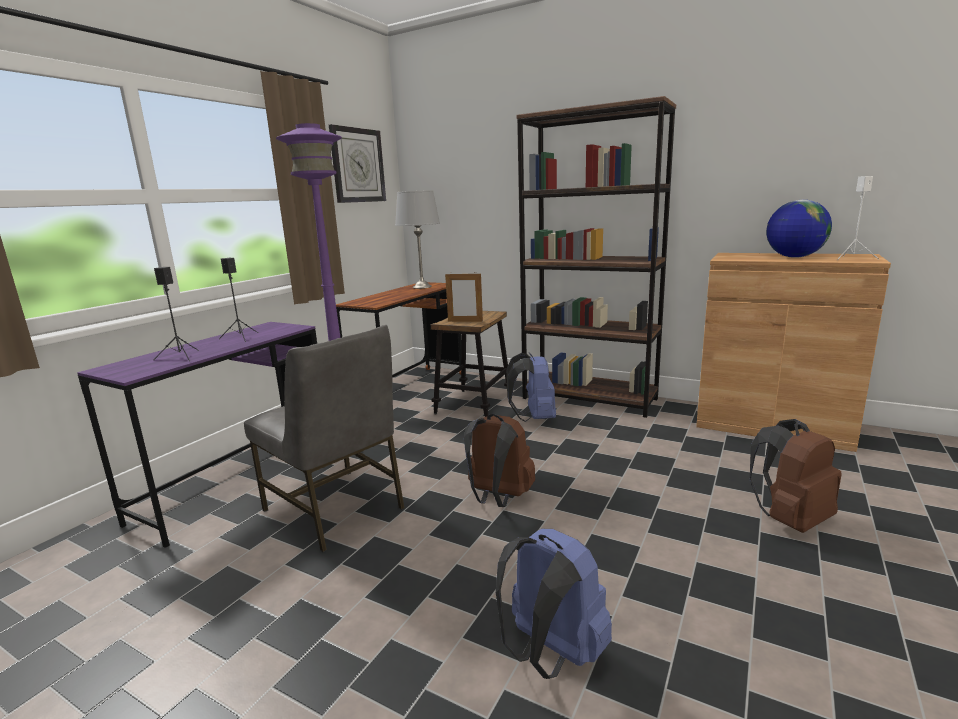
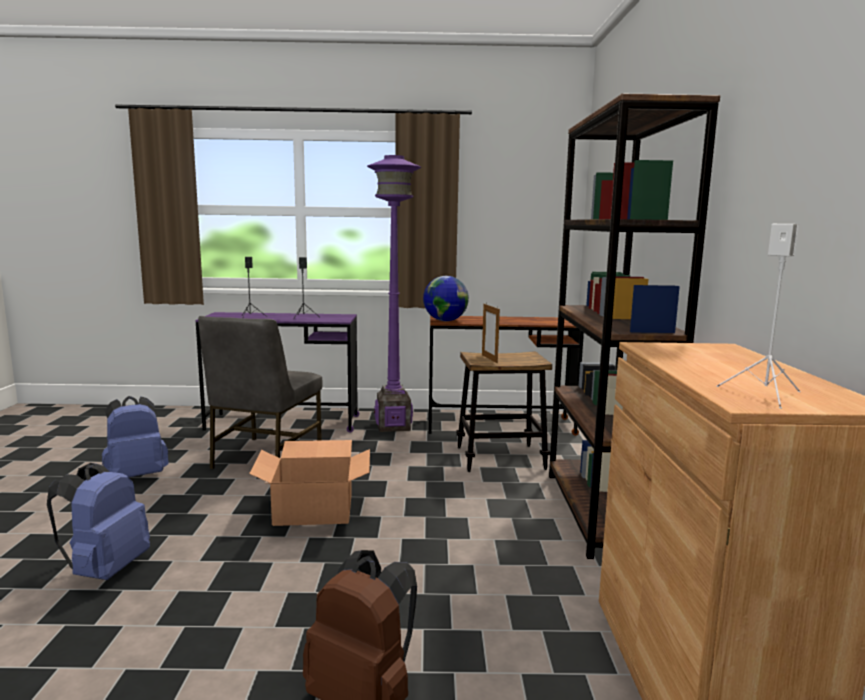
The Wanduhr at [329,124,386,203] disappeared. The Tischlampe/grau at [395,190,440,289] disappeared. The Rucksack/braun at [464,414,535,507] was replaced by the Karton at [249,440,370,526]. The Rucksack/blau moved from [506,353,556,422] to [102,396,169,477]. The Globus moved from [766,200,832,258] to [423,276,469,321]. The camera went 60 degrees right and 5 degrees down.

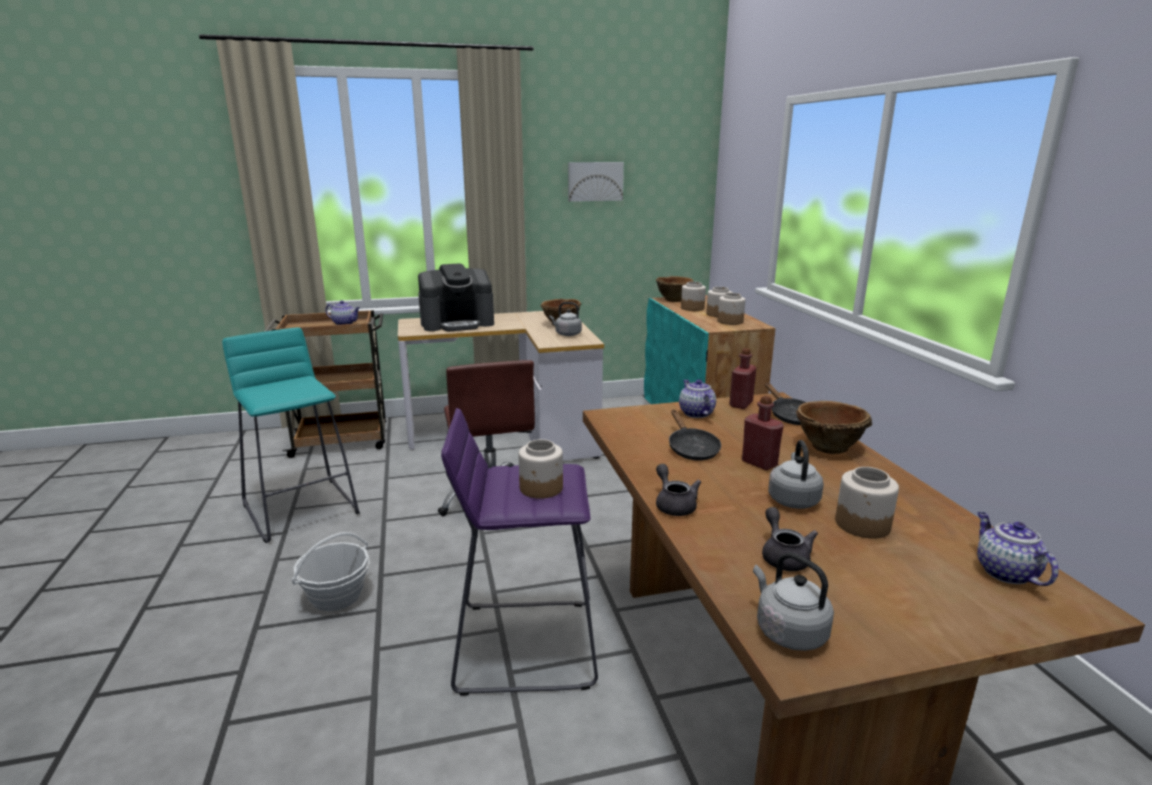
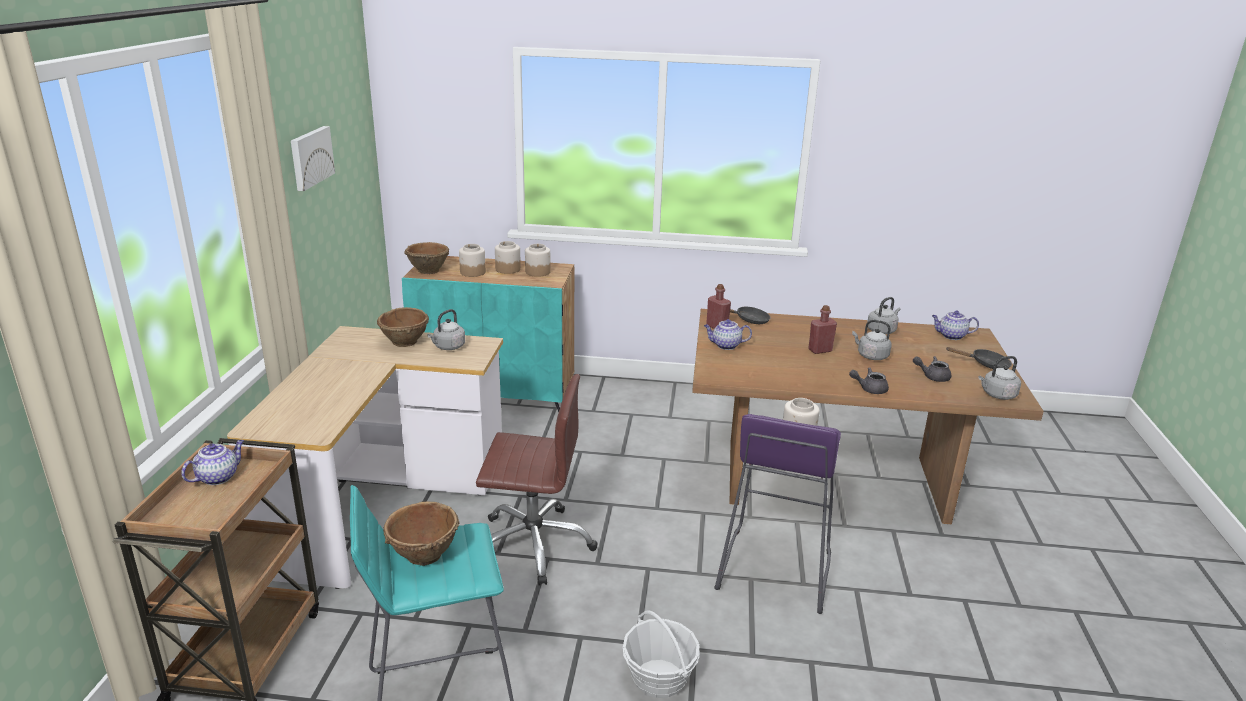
The Kaffeemaschine at [418,263,494,331] disappeared. The Pfanne/schwarz moved from [669,410,721,461] to [946,347,1012,369]. The Schüssel/braun moved from [796,401,872,454] to [383,501,460,566]. The Vorratsglas at [835,467,899,539] disappeared. The Wasserkessel/grau at [867,297,900,334] appeared. The camera went 70 degrees left and 5 degrees up.

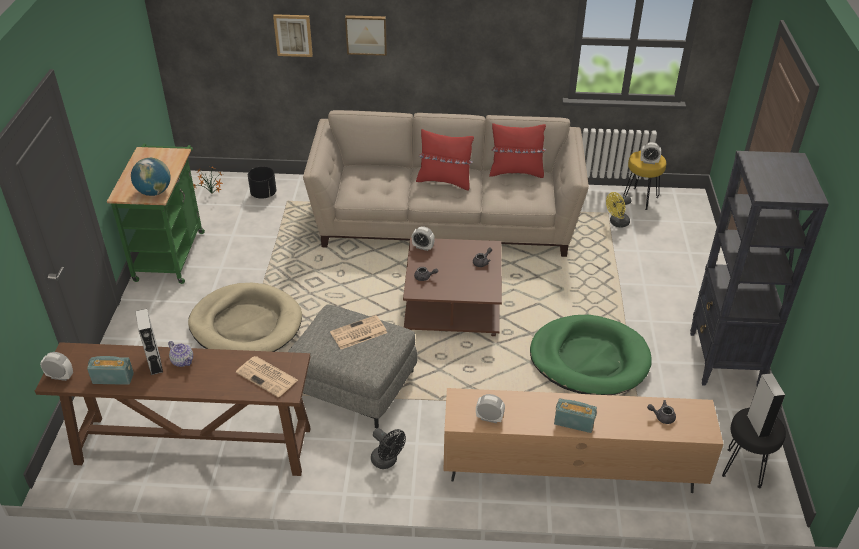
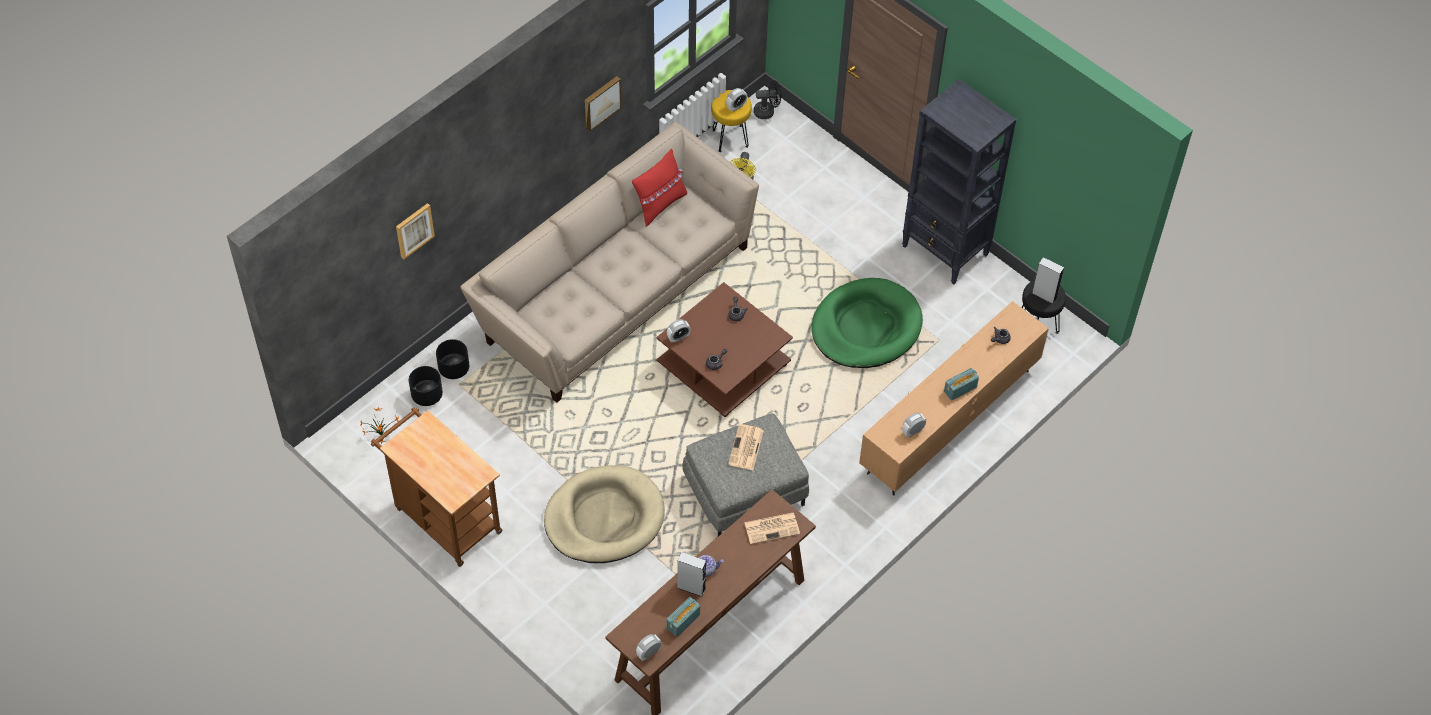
The Rollwagen/grün at [107,144,205,284] became the Rollwagen/braun at [371,407,502,567]. The Globus at [131,158,171,196] disappeared. The Bild moved from [345,15,387,56] to [585,76,621,131]. The Ventilator/schwarz moved from [371,428,406,469] to [754,80,782,119]. The Kissen/rot at [416,129,474,190] disappeared. The Pflanzkübel/schwarz at [436,339,469,379] appeared. The camera went 50 degrees left and 15 degrees up.

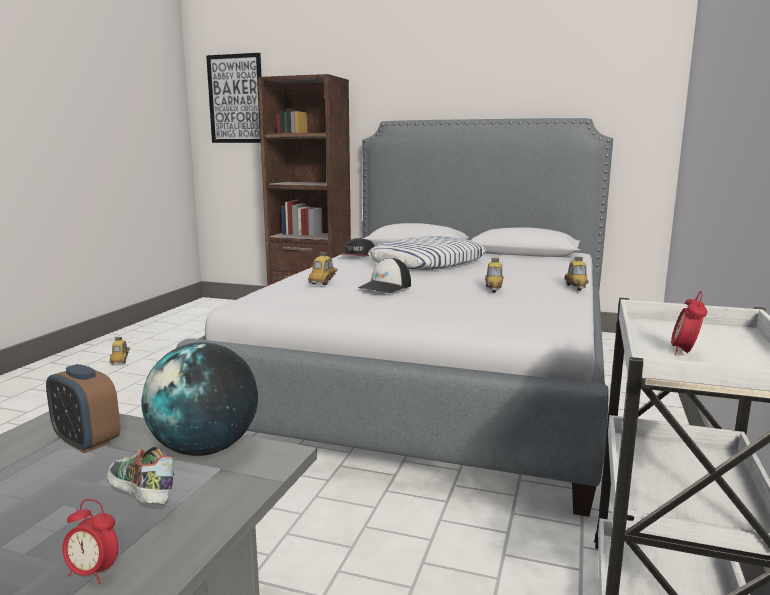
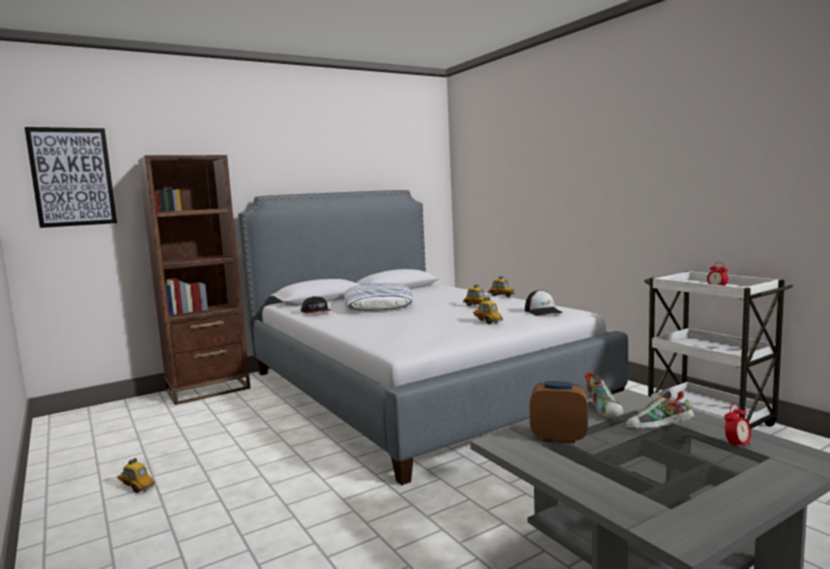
The Wecker at [46,364,120,453] turned 150 degrees counterclockwise. The Globus at [141,342,258,456] was replaced by the Schuh at [585,371,624,419]. The Spielzeugauto moved from [308,252,337,285] to [473,297,503,324]. The Kappe moved from [358,258,411,293] to [525,290,563,316]. The camera went 50 degrees left and 5 degrees down.

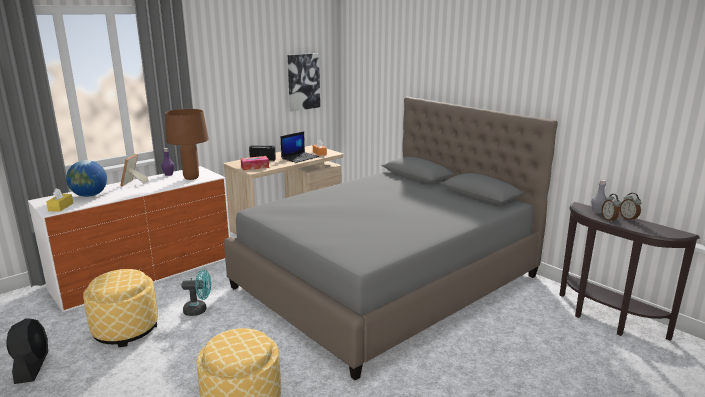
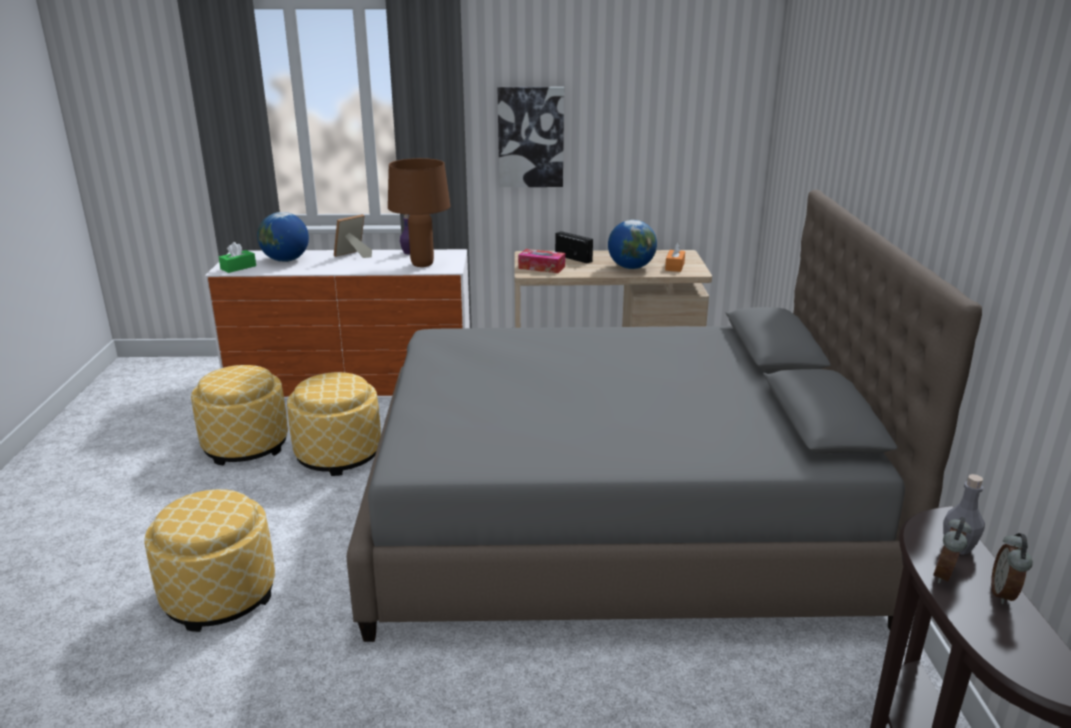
The Ventilator/schwarz at [6,318,48,384] disappeared. The Taschentuchbox/gelb at [46,188,73,212] became the Taschentuchbox/grün at [219,242,256,273]. The Ventilator/türkis at [182,270,211,316] was replaced by the Polsterhocker at [287,372,381,476]. The Laptop at [281,132,319,163] was replaced by the Globus at [608,220,657,269]. The Bild moved from [288,53,320,111] to [498,87,564,187]. The camera went 40 degrees right and 5 degrees up.

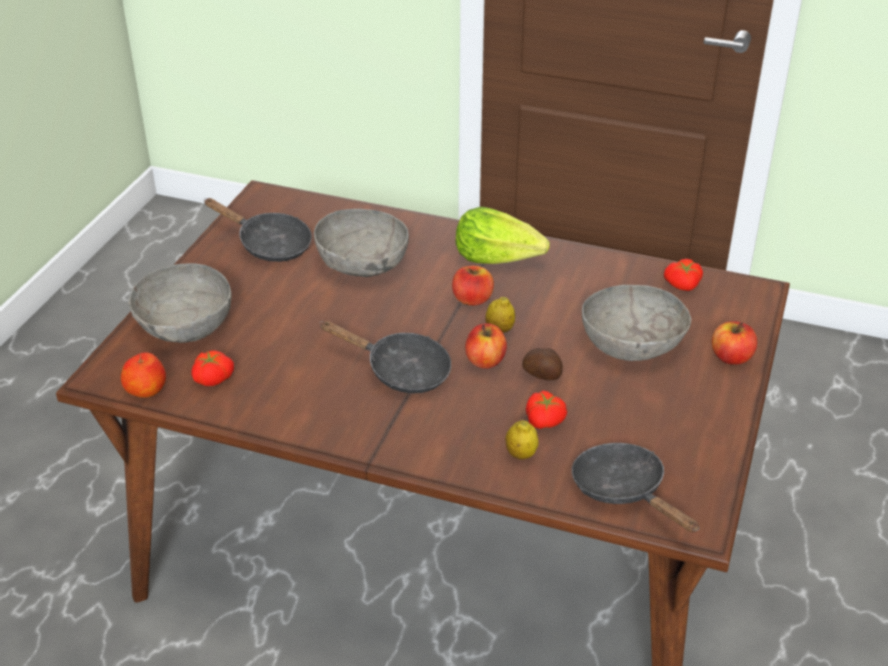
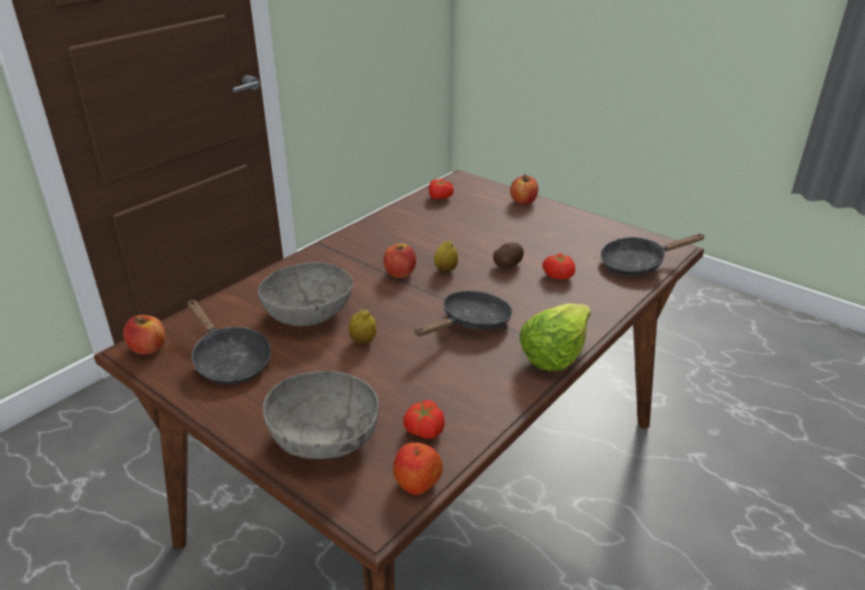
The Pfanne/schwarz at [204,198,312,262] turned 90 degrees clockwise. The Salatkopf moved from [456,207,550,264] to [520,304,591,371]. The Apfel moved from [465,323,507,369] to [123,315,165,355]. The Zitrone moved from [505,420,539,460] to [349,309,376,344]. The Schüssel/grau at [582,285,691,361] disappeared. The camera went 70 degrees left and 5 degrees down.

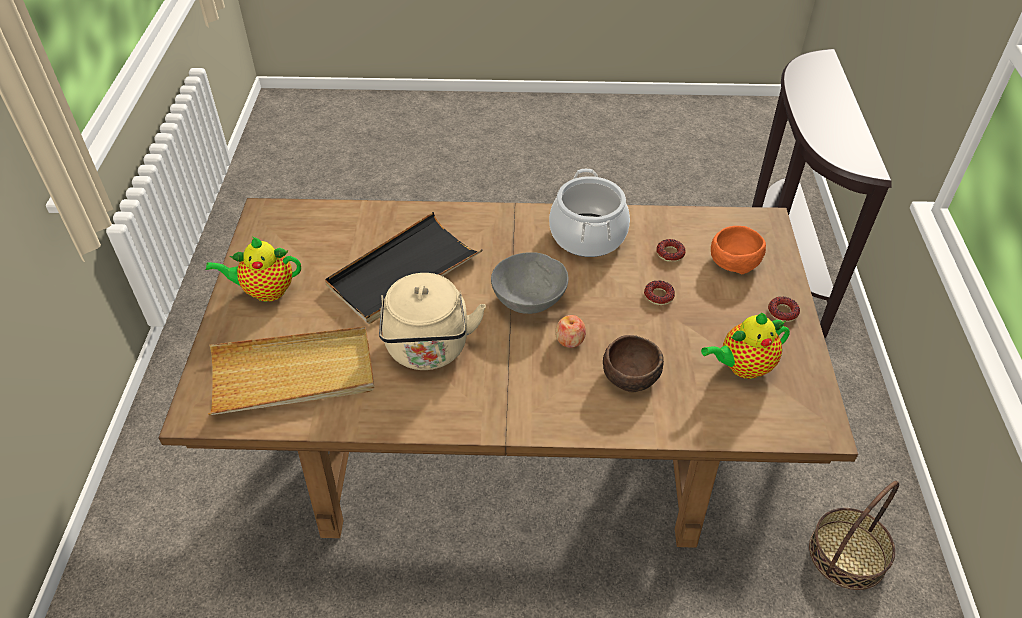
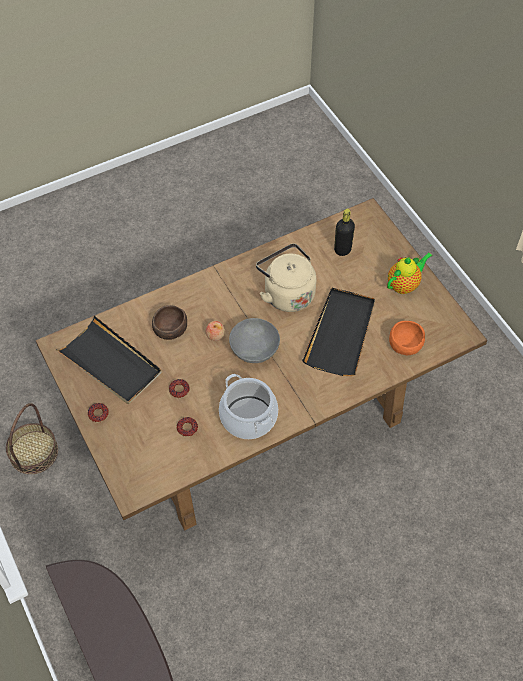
The Tablett/beige at [208,326,374,415] was replaced by the Flasche/schwarz at [334,209,355,256]. The Teekanne at [701,313,790,379] was replaced by the Tablett/schwarz at [56,315,162,404]. The Schüssel/orange moved from [711,226,766,274] to [389,321,425,356]. The camera went 150 degrees right and 10 degrees up.

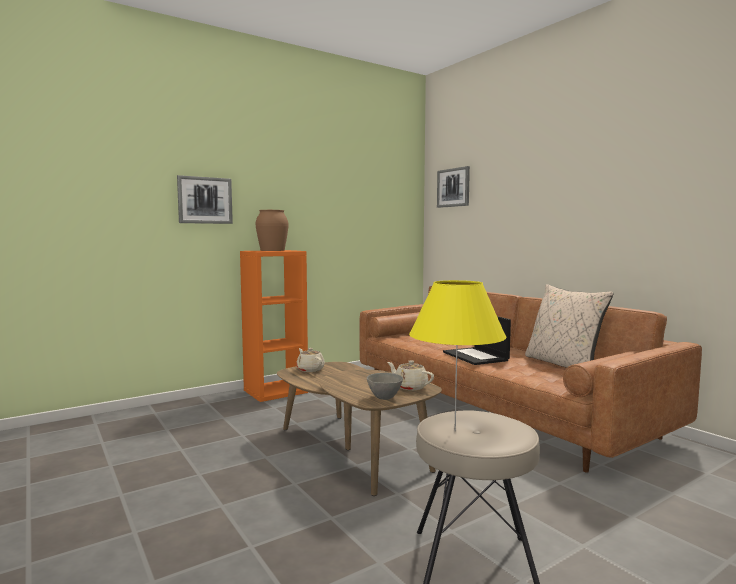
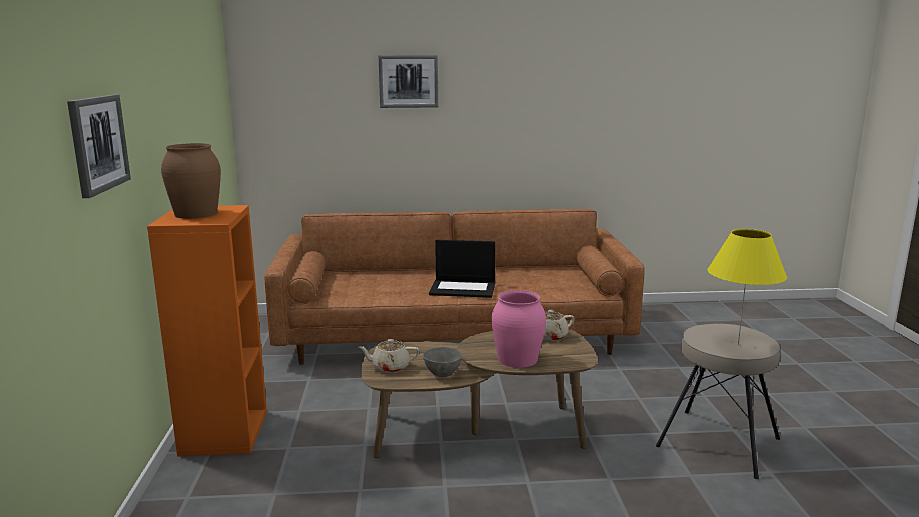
The Schüssel/grau moved from [367,373,403,400] to [423,347,463,377]. The Bild moved from [437,166,470,208] to [379,55,438,108]. The Kissen/beige at [525,284,613,368] disappeared. The Vase/rosa at [492,290,546,368] appeared. The camera went 60 degrees left and 10 degrees up.

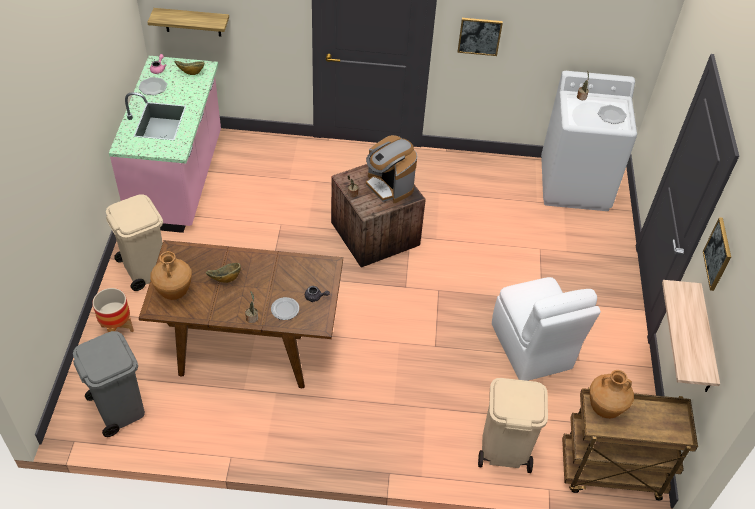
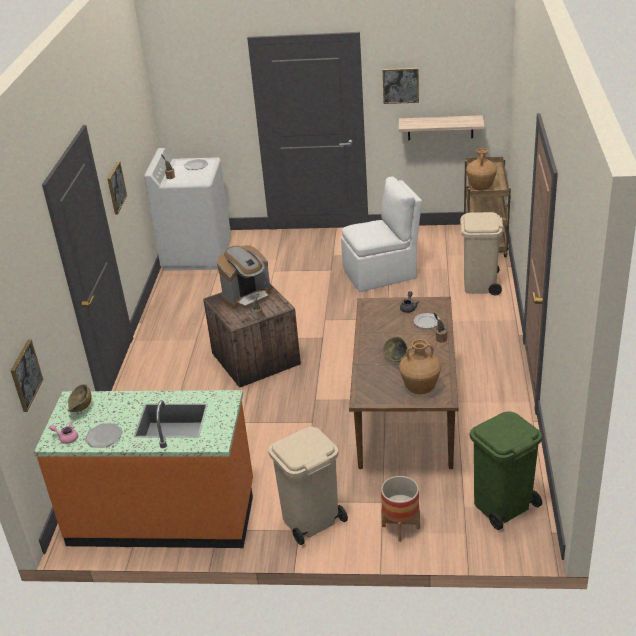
The Mülleimer/grau at [73,331,145,437] became the Mülleimer/grün at [470,411,542,530]. The Küchenzeile/rosa at [109,56,221,233] became the Küchenzeile/orange at [34,390,253,548]. The Wandregal at [147,8,229,37] was replaced by the Bild at [11,339,43,412]. The camera went 85 degrees left and 15 degrees down.

